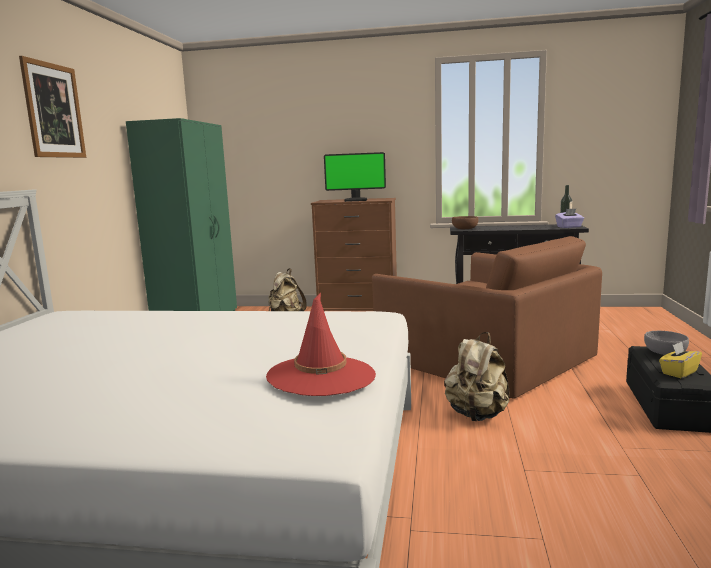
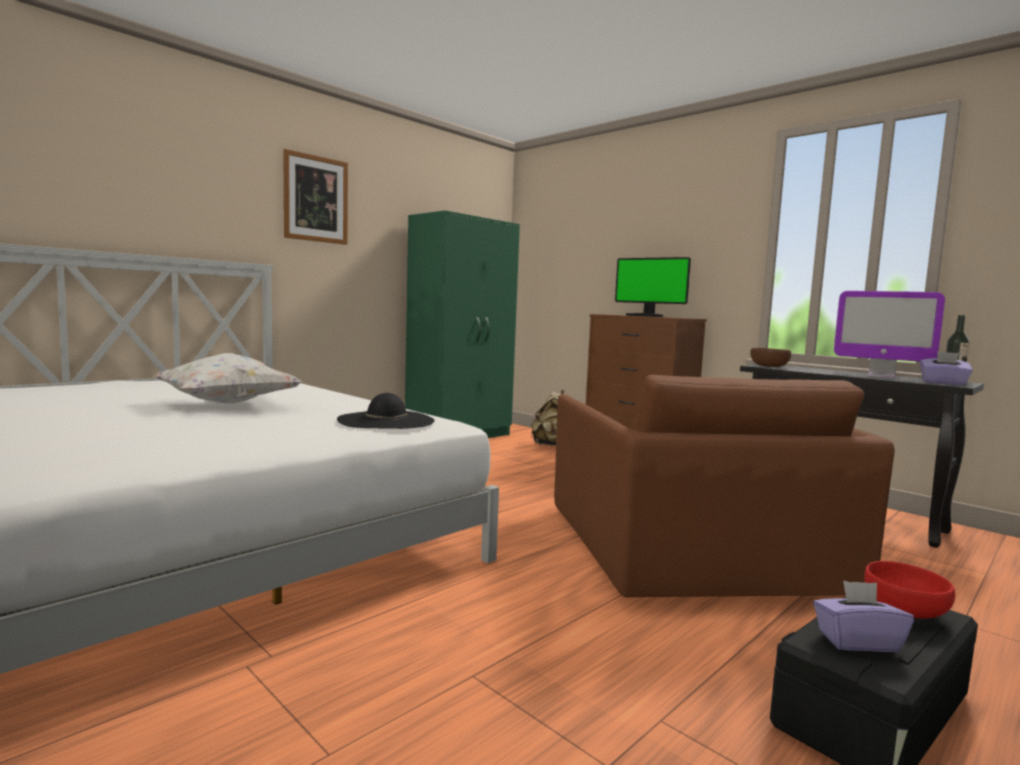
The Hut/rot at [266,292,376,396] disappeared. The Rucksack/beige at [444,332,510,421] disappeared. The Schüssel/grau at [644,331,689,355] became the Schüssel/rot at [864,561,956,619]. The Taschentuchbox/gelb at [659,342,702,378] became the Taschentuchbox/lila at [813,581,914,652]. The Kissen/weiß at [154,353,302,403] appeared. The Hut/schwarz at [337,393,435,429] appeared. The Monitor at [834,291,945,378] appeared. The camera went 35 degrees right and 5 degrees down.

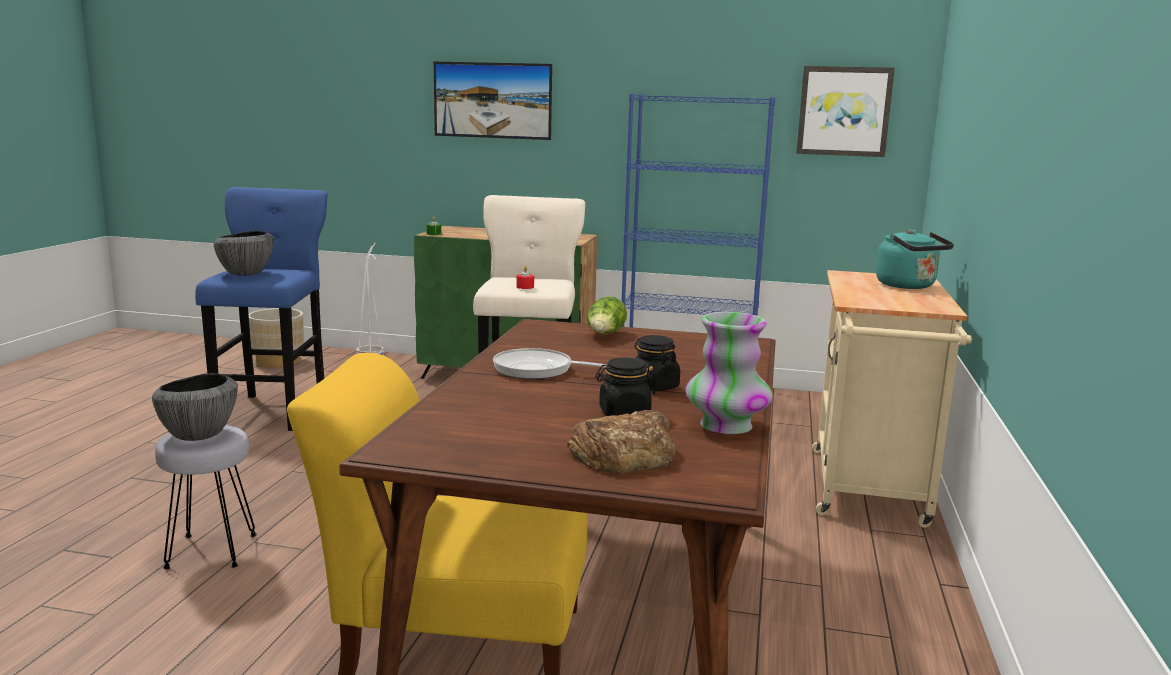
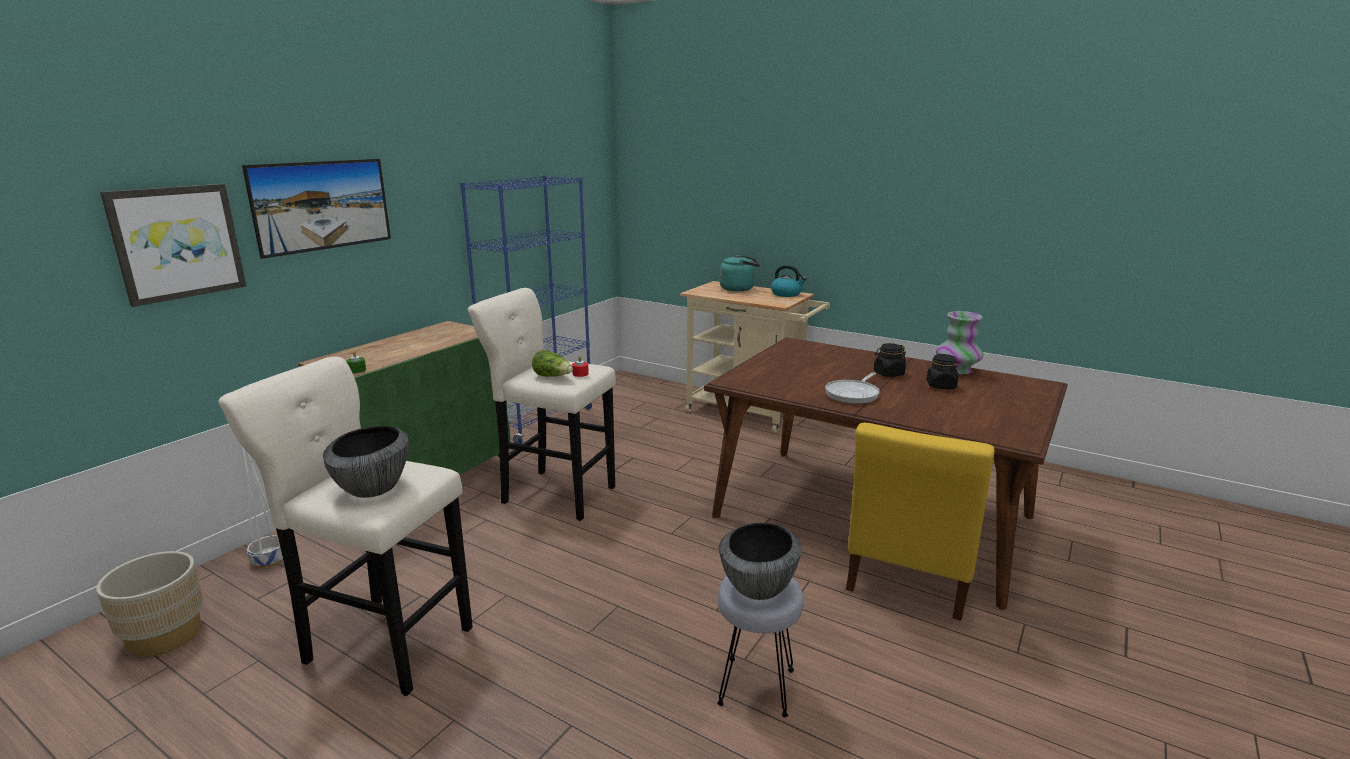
The Hocker/blau at [195,187,328,431] became the Hocker/beige at [219,356,473,696]. The Brot at [567,410,675,474] disappeared. The Salatkopf moved from [587,296,627,334] to [532,350,573,377]. The Bild moved from [796,66,895,157] to [100,184,246,307]. The Wasserkessel at [771,265,807,297] appeared. The camera went 70 degrees left and 5 degrees up.

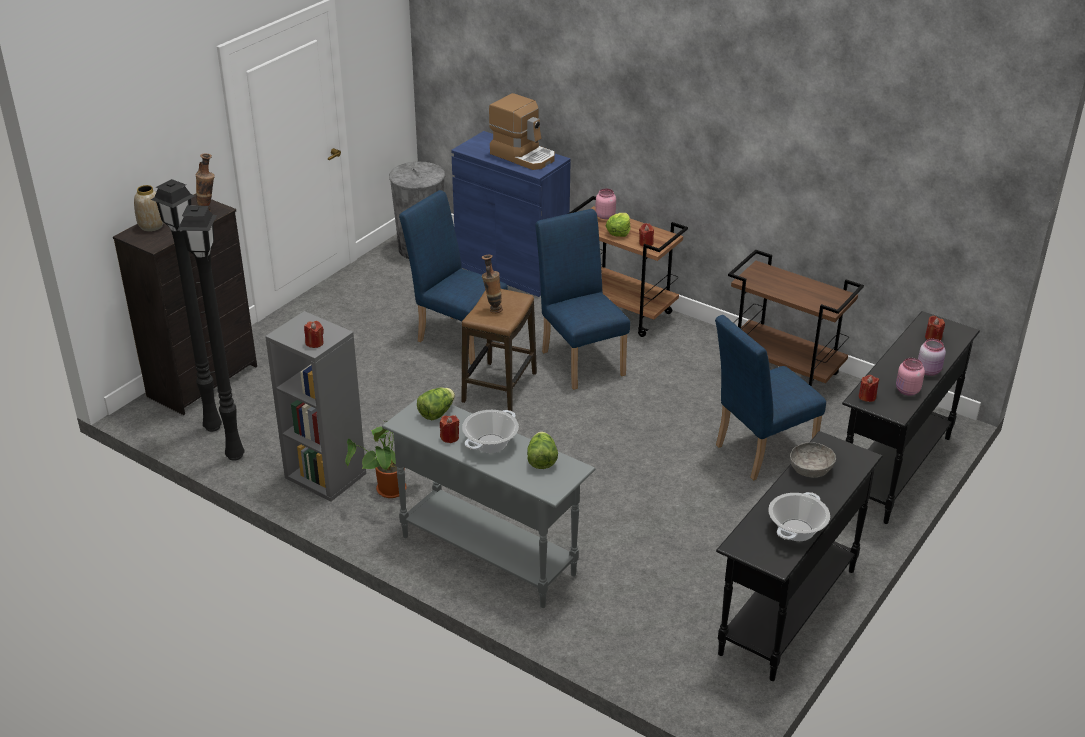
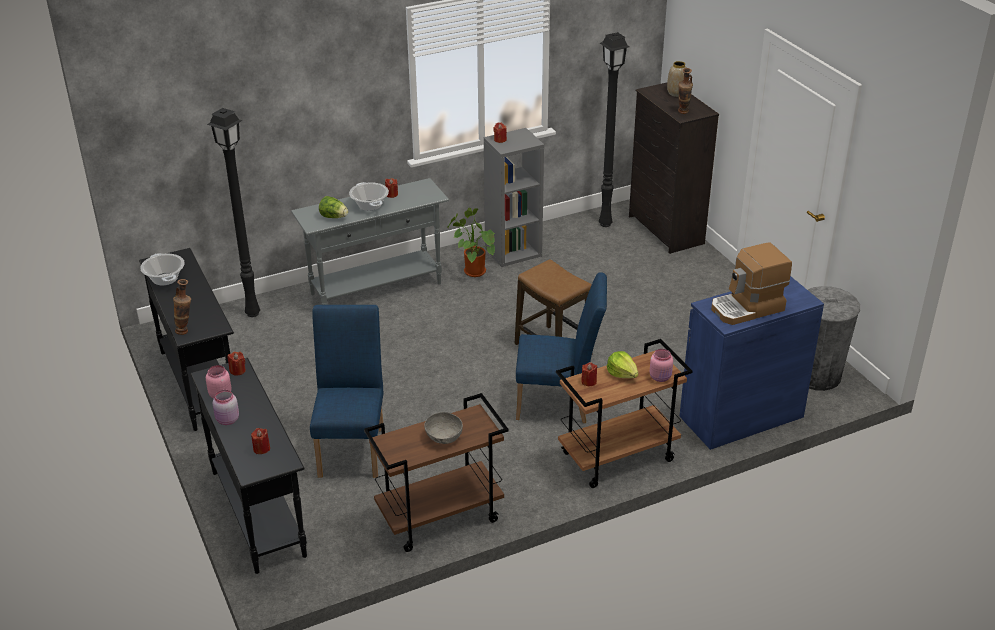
The Stehlampe/schwarz moved from [178,205,244,461] to [207,108,260,317]. The Stuhl/blau at [399,190,508,365] disappeared. The Salatkopf at [417,388,455,420] disappeared. The Vase moved from [481,255,503,314] to [173,279,191,335]. The Schüssel/grau moved from [790,442,836,478] to [424,412,463,444]. The camera went 120 degrees right and 0 degrees up.

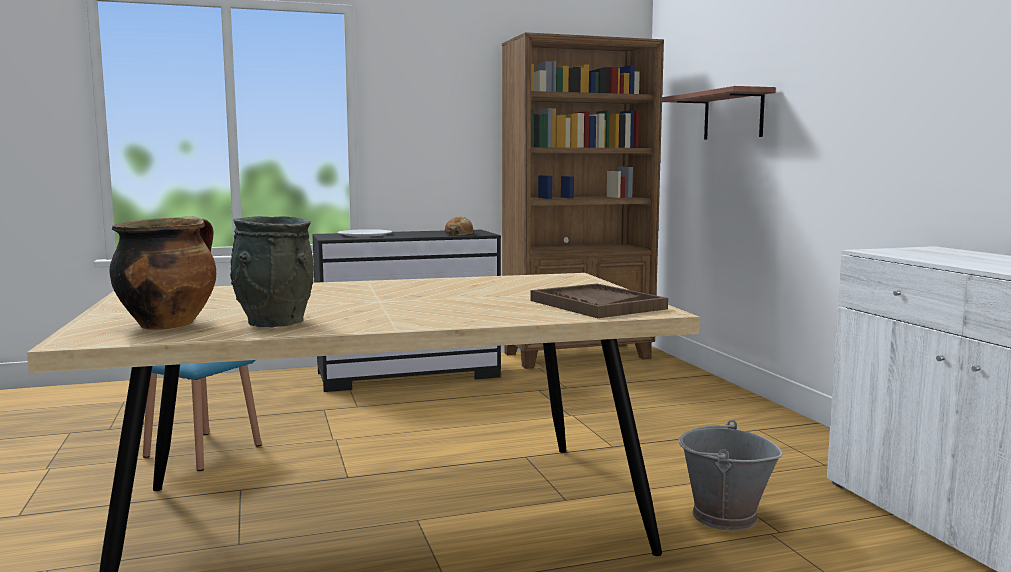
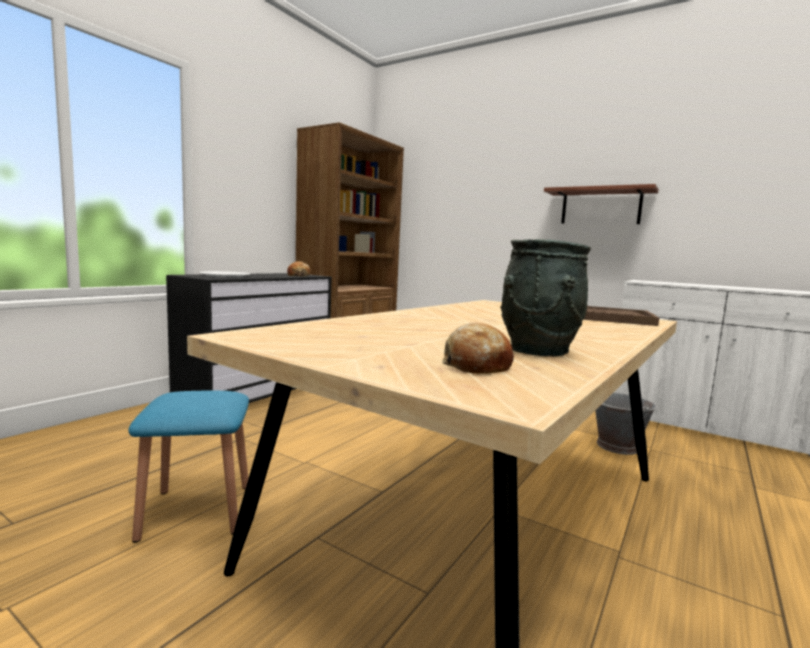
The Kochtopf at [109,216,216,330] was replaced by the Brot at [442,323,514,374]. The Wandregal moved from [662,86,776,140] to [544,184,659,224]. The camera went 40 degrees left and 0 degrees up.

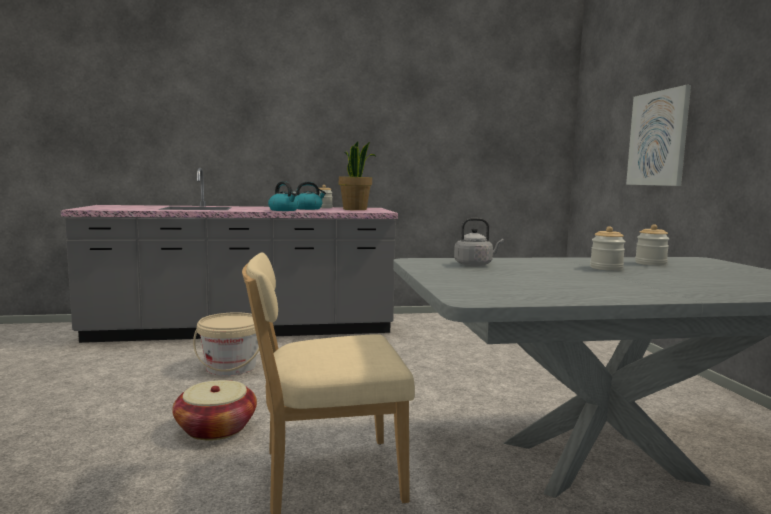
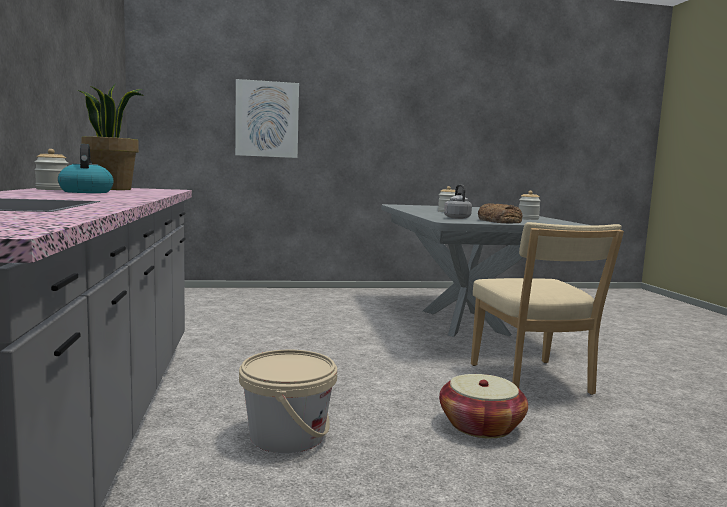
The Wasserkessel at [268,181,299,211] disappeared. The Vorratsglas moved from [635,224,669,266] to [519,191,541,220]. The Brot at [478,203,523,223] appeared. The camera went 90 degrees left and 0 degrees up.

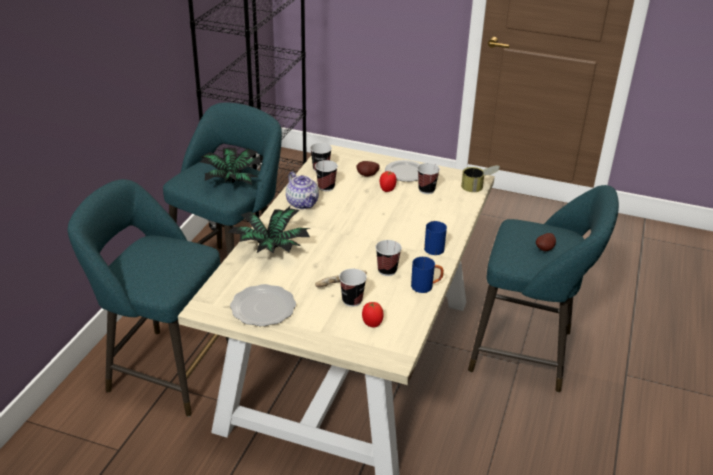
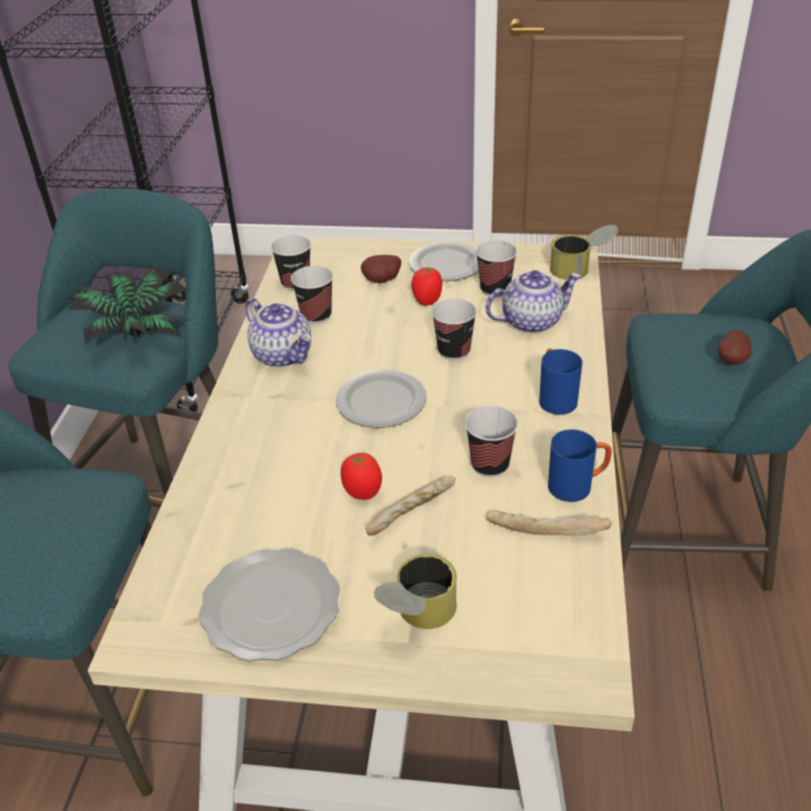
The Topfpflanze at [227,206,310,254] disappeared. The Tasse moved from [339,269,367,307] to [431,298,477,360]. The Tomate moved from [362,302,384,327] to [341,453,382,500]. The Teller at [336,369,427,428] appeared. The Dose at [374,554,457,629] appeared. The Teekanne at [486,270,582,334] appeared. The Brot at [486,510,612,536] appeared. The camera went 10 degrees left and 5 degrees up.

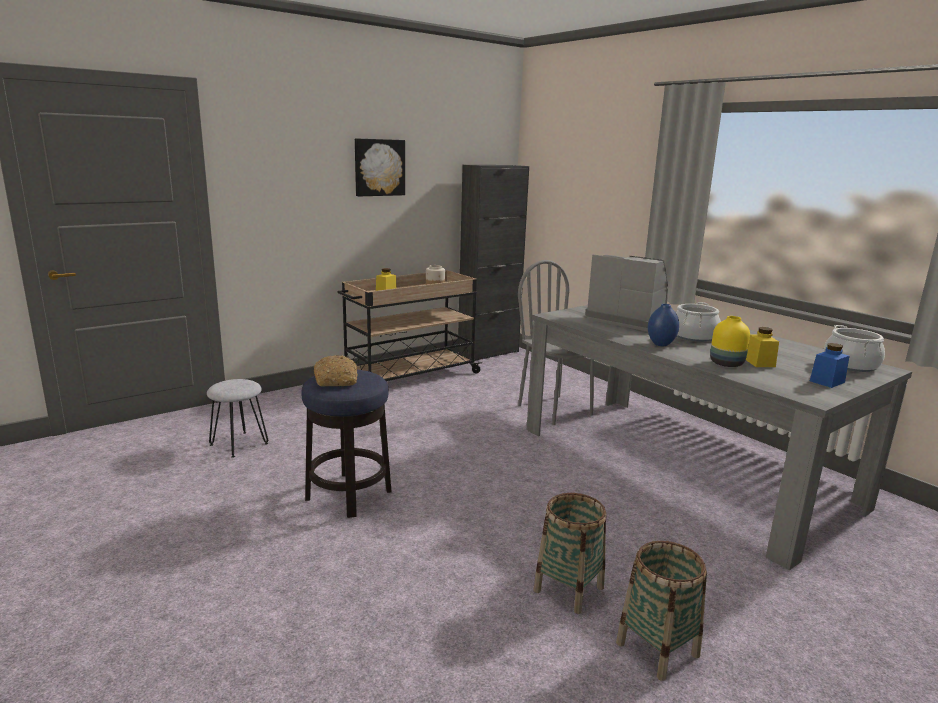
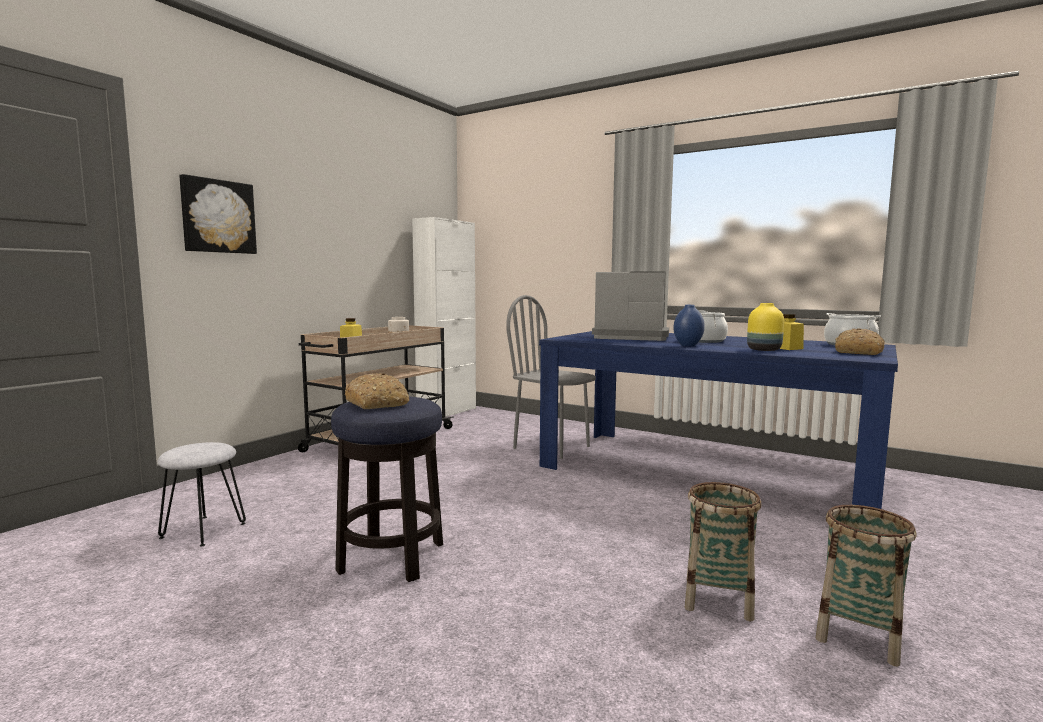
The Bild moved from [355,138,405,196] to [179,174,257,254]. The Schrank/schwarz at [458,165,529,362] became the Schrank/weiß at [412,217,476,417]. The Esstisch/grau at [527,305,912,570] became the Esstisch/blau at [539,331,898,509]. The Vorratsglas/blau at [810,343,849,388] was replaced by the Brot at [835,329,885,355]. The camera went 20 degrees left and 10 degrees down.

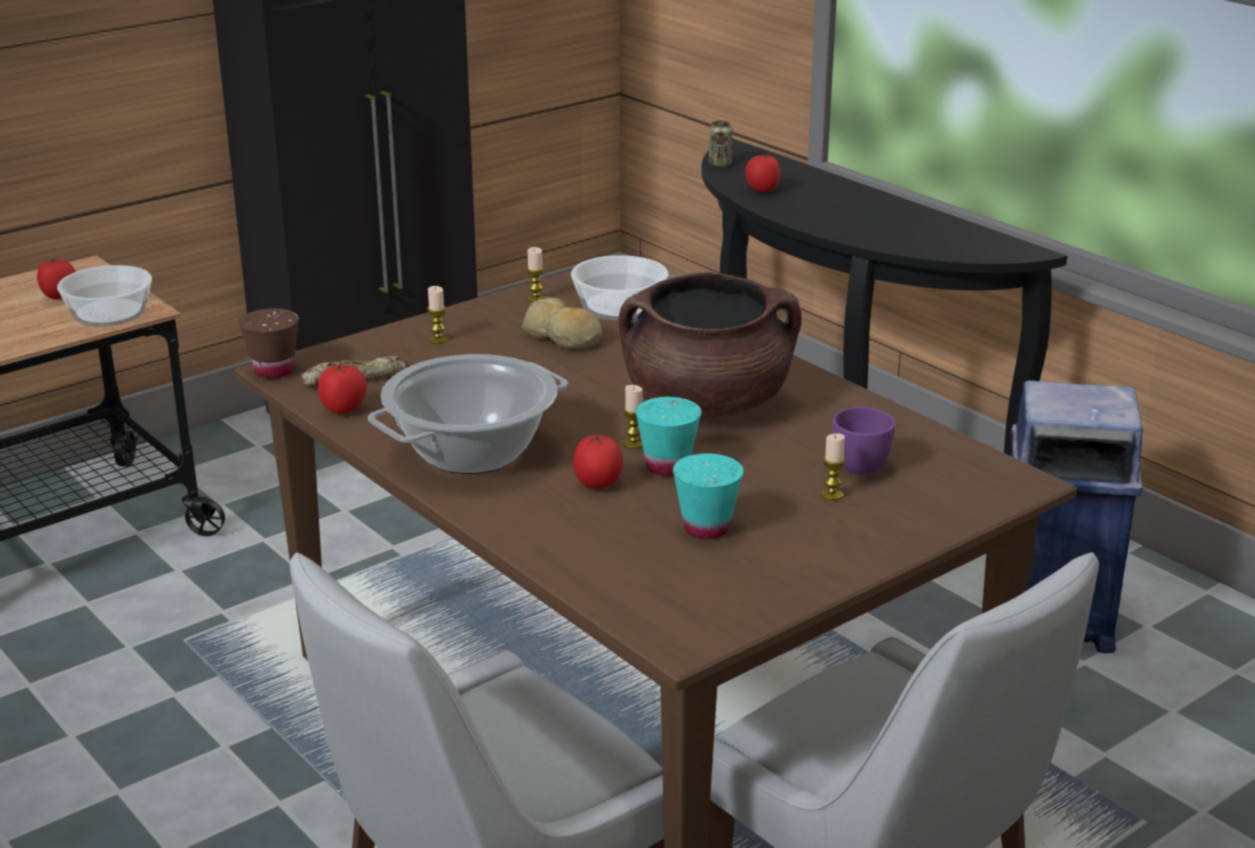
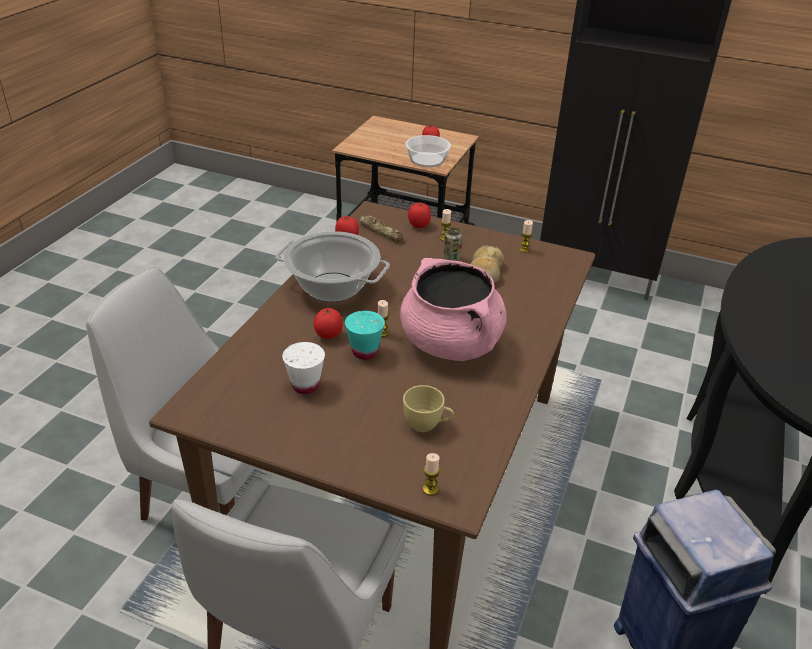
The Tasse/braun at [239,309,299,379] disappeared. The Schüssel at [571,255,668,320] disappeared. The Kochtopf/braun at [619,272,802,418] became the Kochtopf/rosa at [400,258,507,361]. The Tasse/türkis at [673,453,743,539] became the Tasse/weiß at [282,342,325,394]. The Dose moved from [709,121,732,168] to [443,227,462,261]. The Tomate moved from [746,154,780,192] to [408,203,431,228]. The Kerze moved from [821,433,846,501] to [423,453,440,495]. The Tasse/lila at [833,407,895,475] became the Tasse/gelb at [403,385,454,432]. The camera went 60 degrees right and 10 degrees up.

